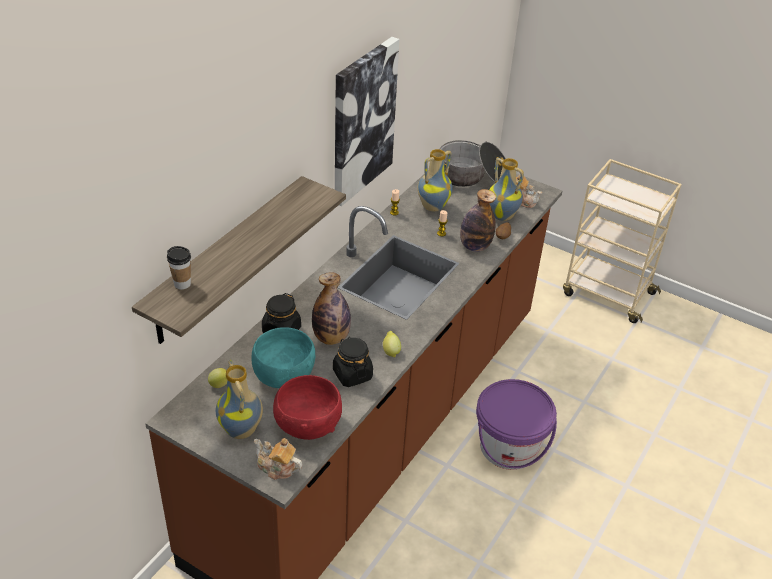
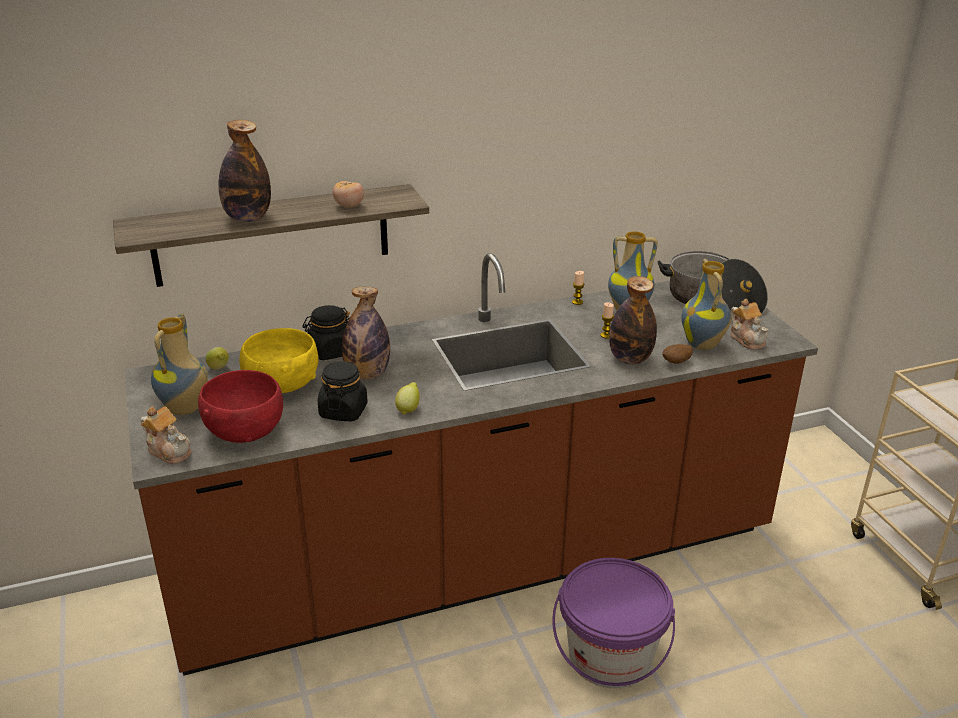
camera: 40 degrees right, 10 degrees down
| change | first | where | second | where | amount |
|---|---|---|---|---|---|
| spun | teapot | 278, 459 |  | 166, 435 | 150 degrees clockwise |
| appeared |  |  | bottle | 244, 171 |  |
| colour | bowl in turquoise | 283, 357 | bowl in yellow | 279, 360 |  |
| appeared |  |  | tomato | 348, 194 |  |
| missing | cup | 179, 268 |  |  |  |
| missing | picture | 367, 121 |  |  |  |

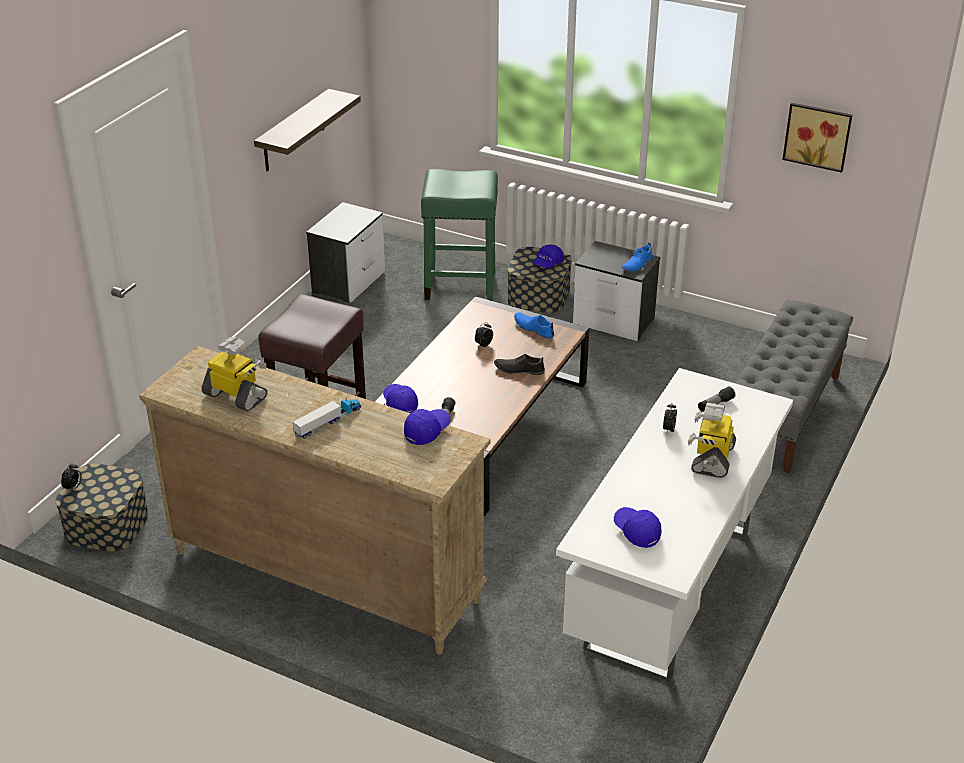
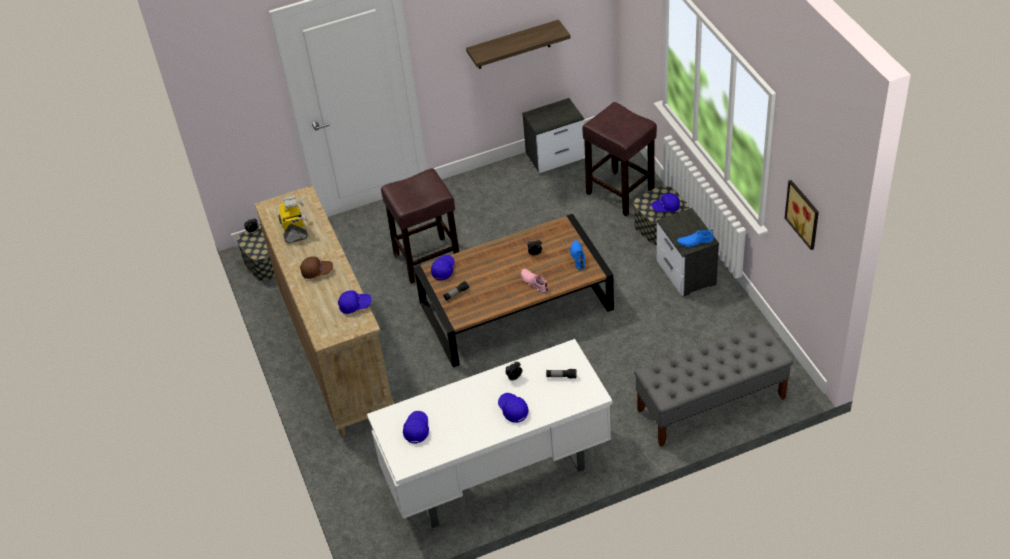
camera: 45 degrees right, 10 degrees up
| change | first | where | second | where | amount |
|---|---|---|---|---|---|
| exchanged | toy truck | 327, 418 | cap in brown | 316, 267 |  |
| exchanged | toy robot | 712, 440 | cap in blue | 513, 408 |  |
| colour | shoe in black | 519, 364 | shoe in pink | 535, 281 |  |
| colour | stool in green | 459, 235 | stool in brown | 619, 159 |  |

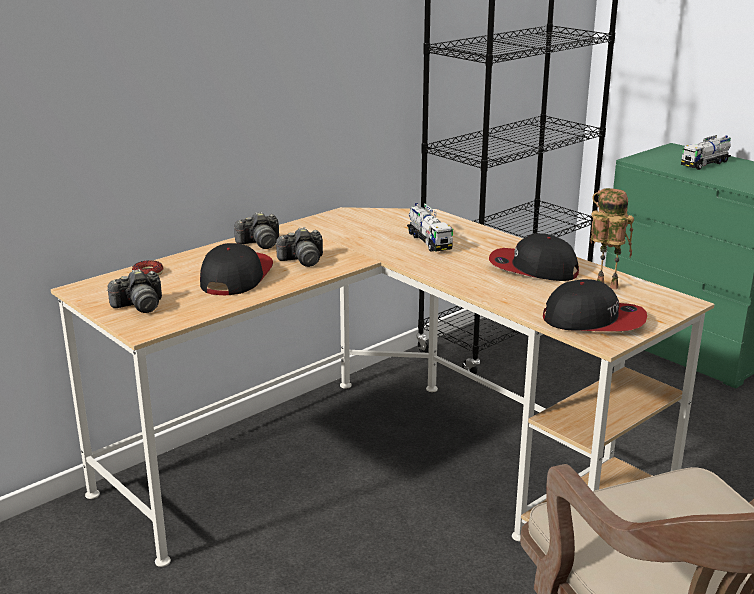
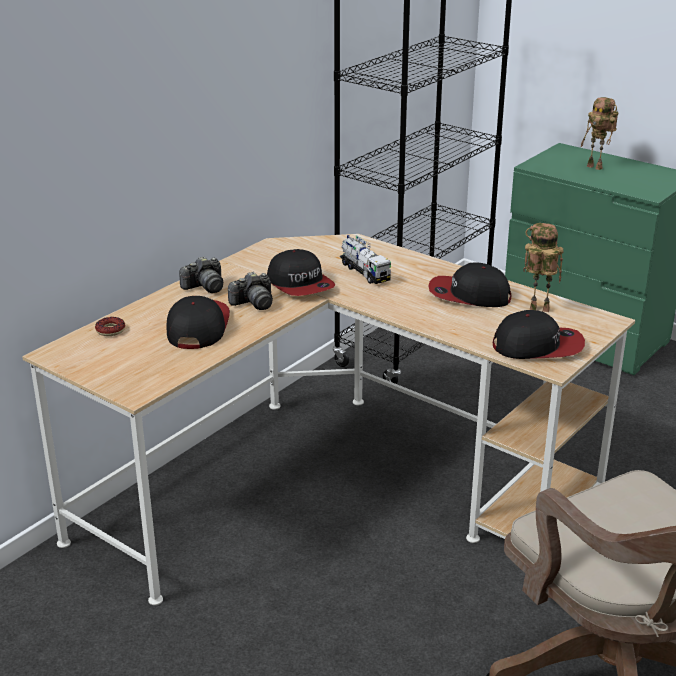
camera: 10 degrees left, 5 degrees up
| change | first | where | second | where | amount |
|---|---|---|---|---|---|
| appeared |  |  | cap | 301, 272 |  |
| exchanged | toy truck | 706, 152 | toy robot | 599, 133 |  |
| missing | photo camera | 134, 291 |  |  |  |

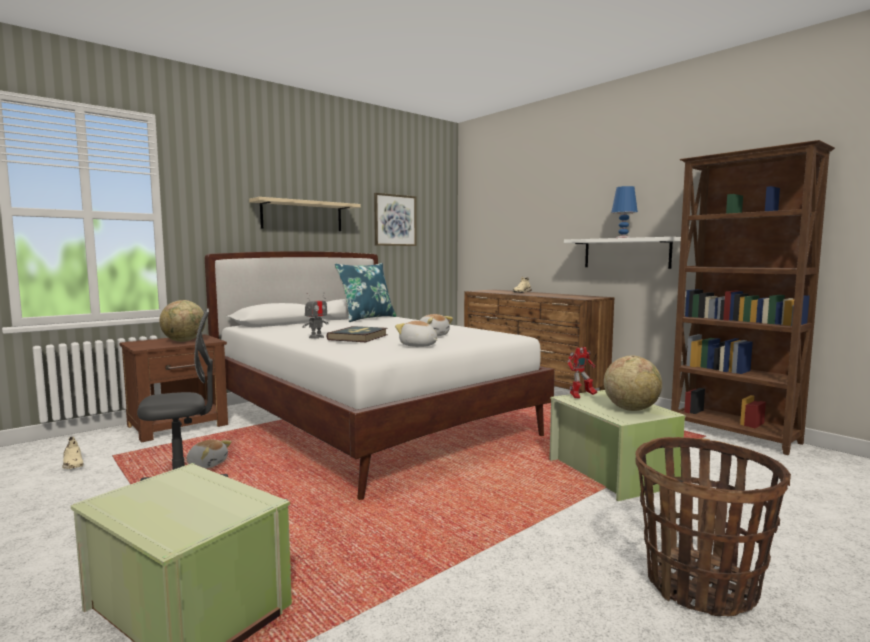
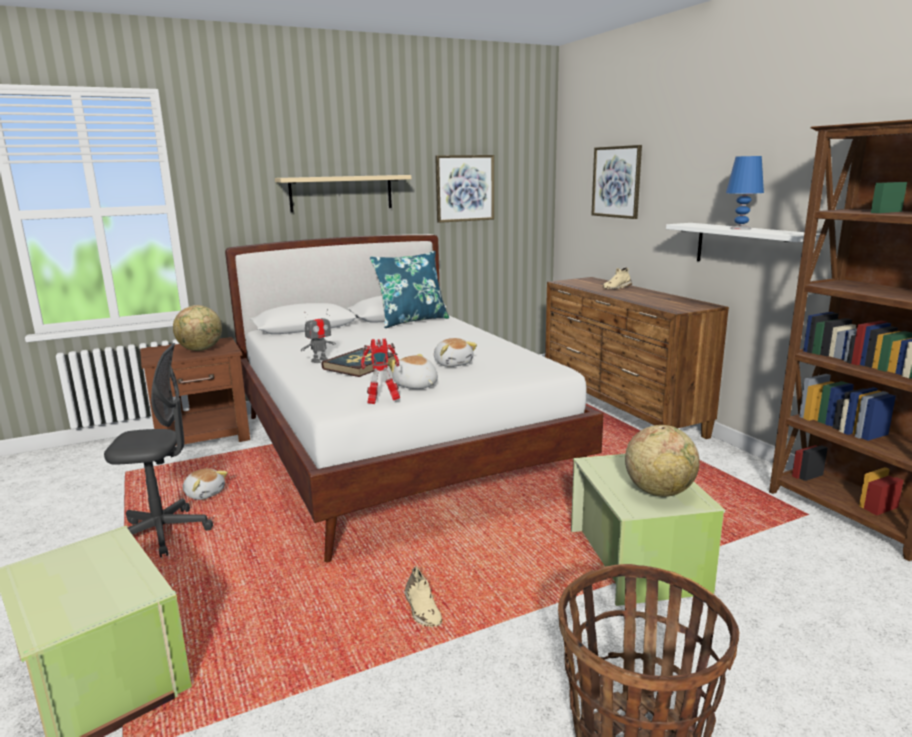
camera: 15 degrees right, 10 degrees up
| change | first | where | second | where | amount |
|---|---|---|---|---|---|
| relocated | toy robot | 582, 373 |  | 380, 371 |  |
| relocated | shoe in beige | 73, 452 |  | 423, 596 |  |
| appeared |  |  | picture | 616, 182 |  |

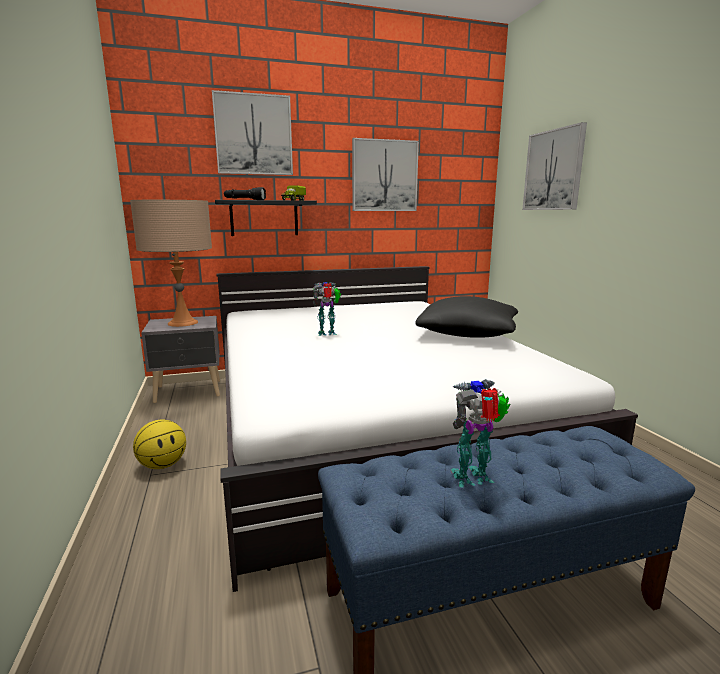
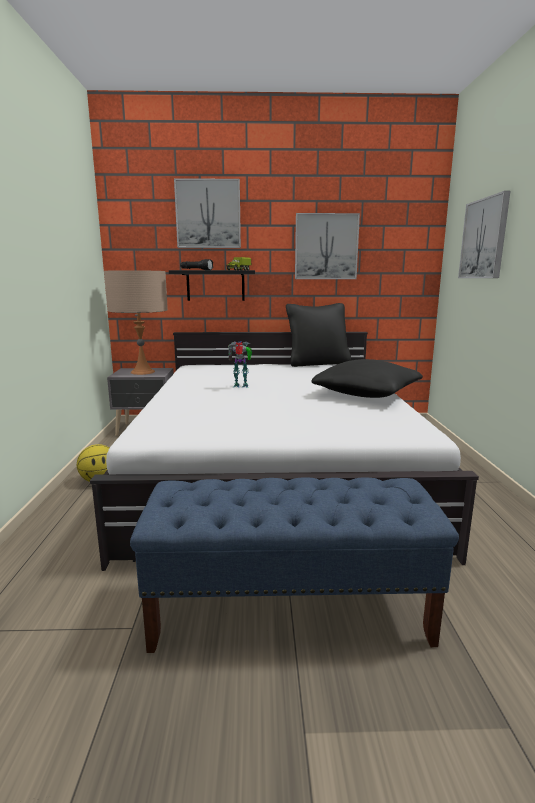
camera: 15 degrees right, 0 degrees up
| change | first | where | second | where | amount |
|---|---|---|---|---|---|
| appeared |  |  | pillow in black | 318, 335 |  |
| missing | toy robot | 480, 433 |  |  |  |

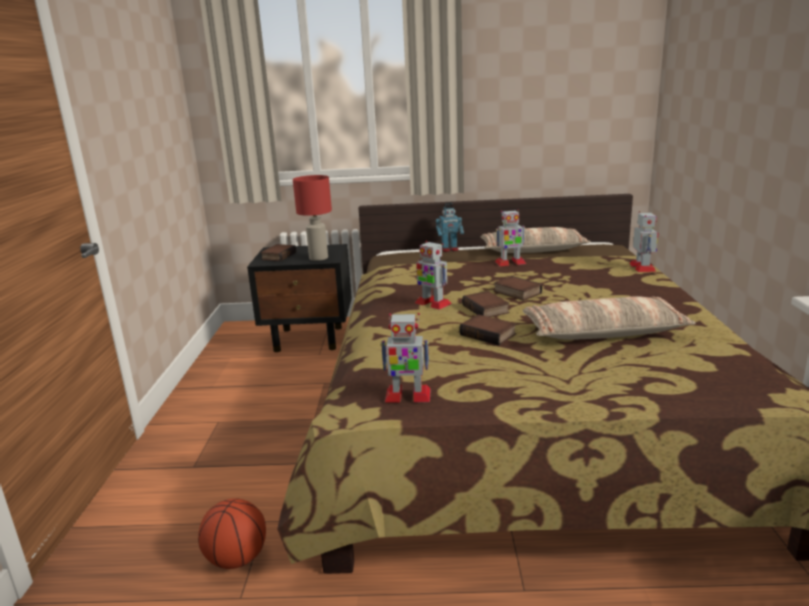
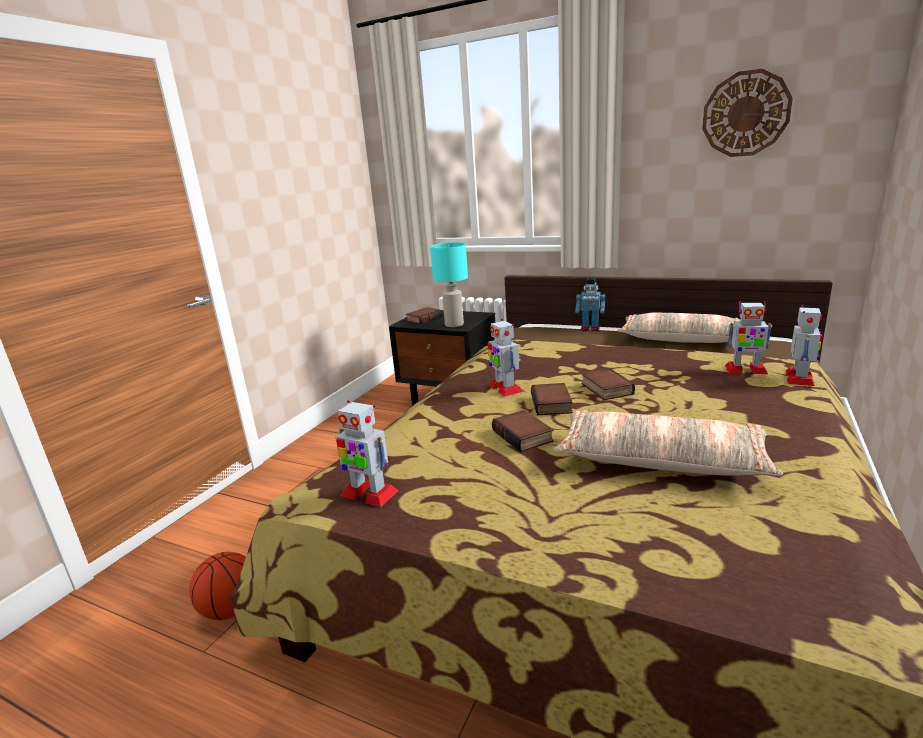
camera: 25 degrees right, 0 degrees up
| change | first | where | second | where | amount |
|---|---|---|---|---|---|
| colour | table lamp in red | 312, 218 | table lamp in turquoise | 449, 284 |  |
| appeared |  |  | wall clock | 747, 113 |  |
| relocated | toy robot | 510, 237 |  | 748, 337 |  |

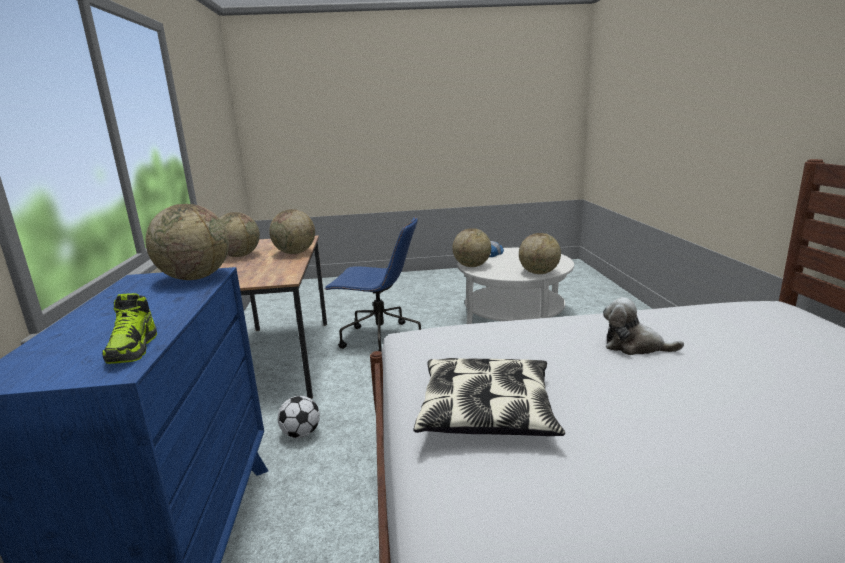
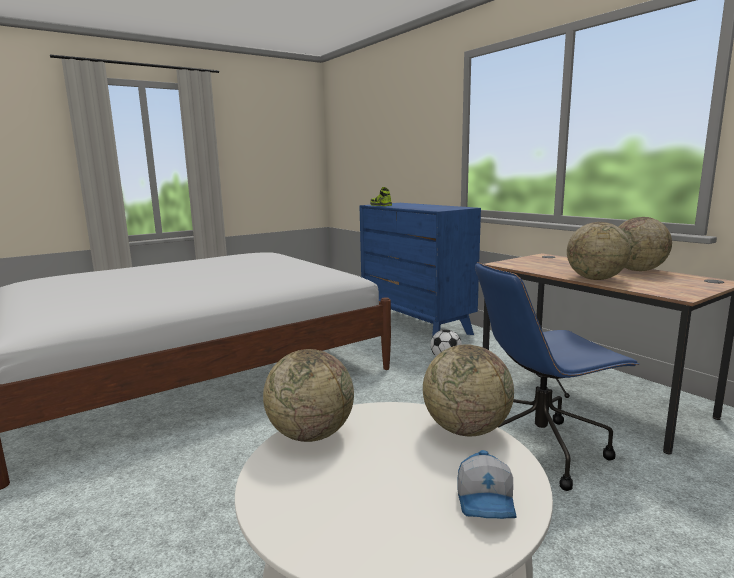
camera: 150 degrees right, 5 degrees down
| change | first | where | second | where | amount |
|---|---|---|---|---|---|
| missing | globe | 187, 242 |  |  |  |
| missing | pillow | 489, 397 |  |  |  |
| missing | plush toy | 643, 326 |  |  |  |

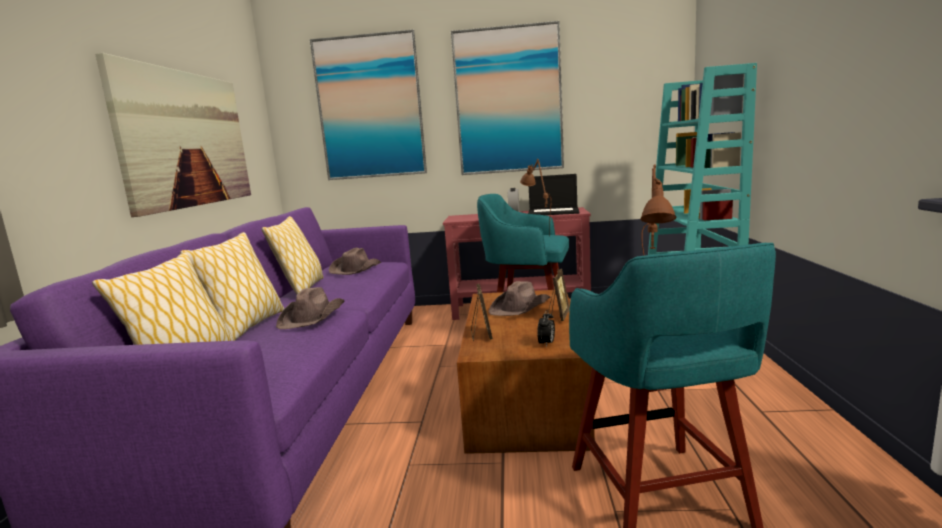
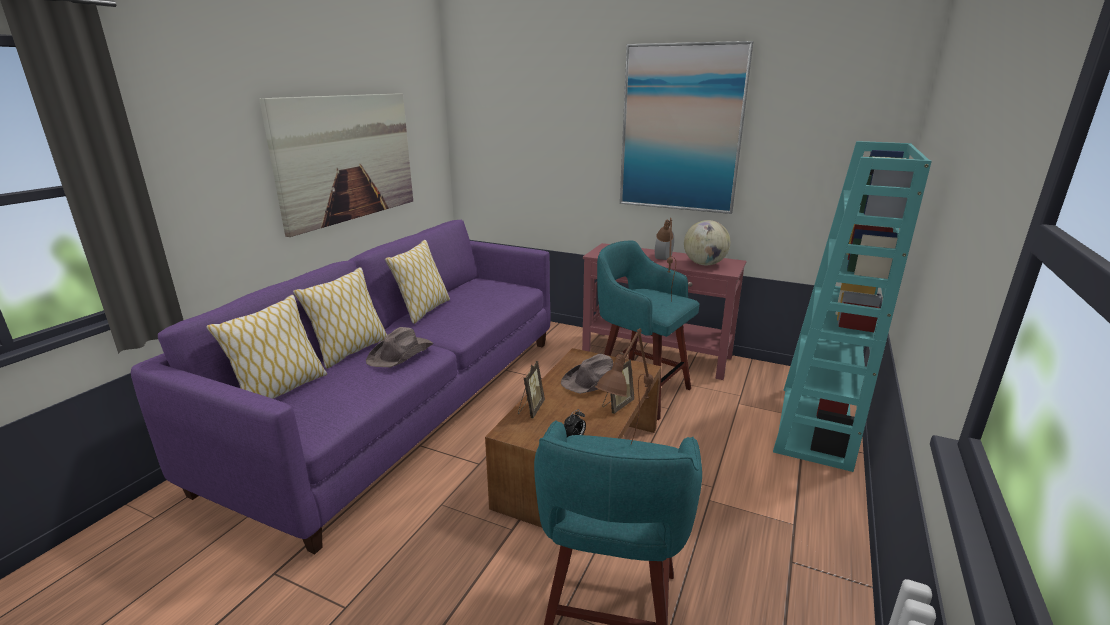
camera: 20 degrees right, 10 degrees up
| change | first | where | second | where | amount |
|---|---|---|---|---|---|
| exchanged | laptop | 553, 194 | globe | 707, 242 |  |
| missing | picture | 368, 105 |  |  |  |
| missing | hat in brown | 355, 261 |  |  |  |

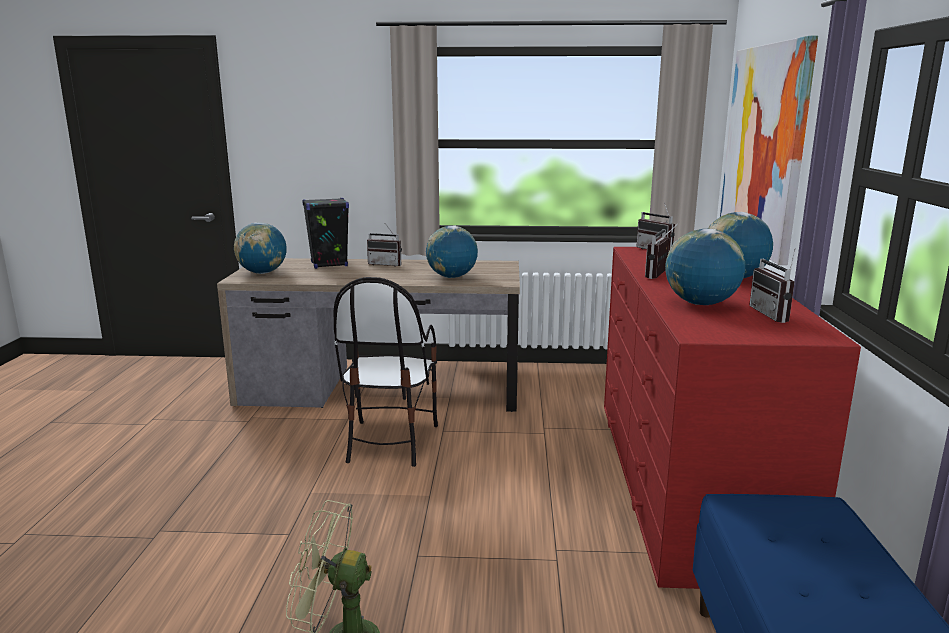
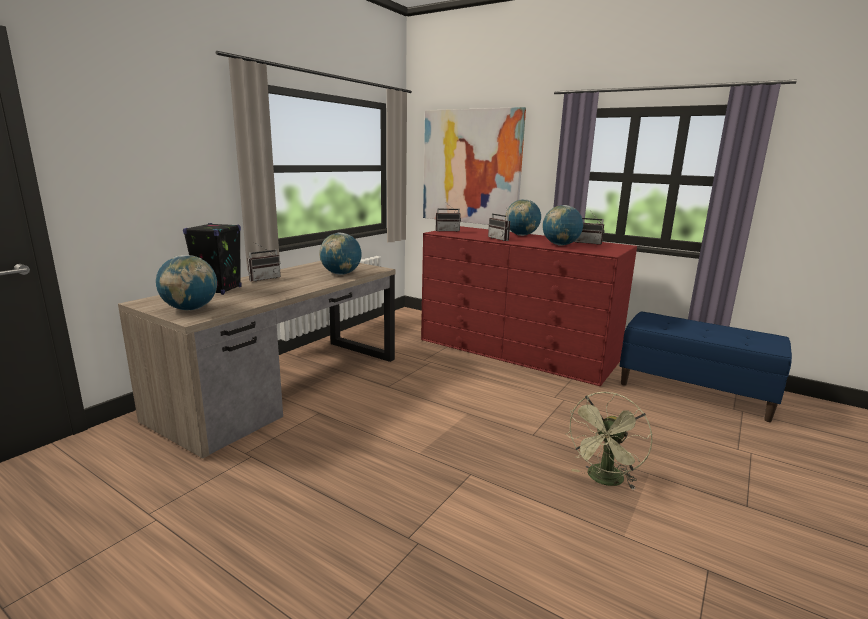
camera: 60 degrees left, 0 degrees up
| change | first | where | second | where | amount |
|---|---|---|---|---|---|
| missing | chair | 386, 372 |  |  |  |

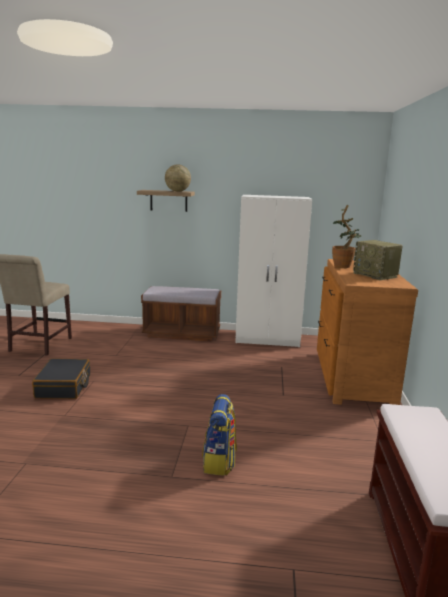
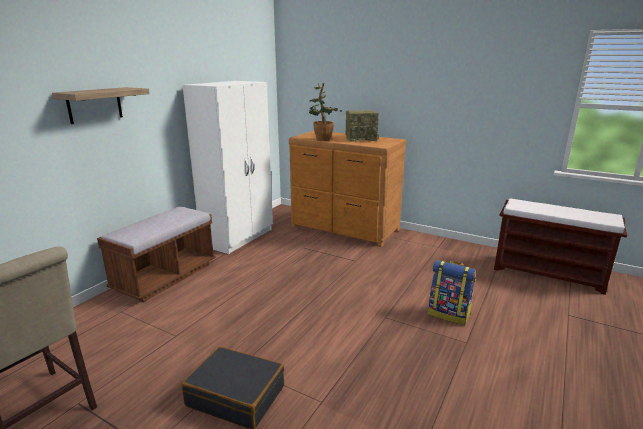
camera: 65 degrees left, 5 degrees up
| change | first | where | second | where | amount |
|---|---|---|---|---|---|
| missing | globe | 178, 178 |  |  |  |

